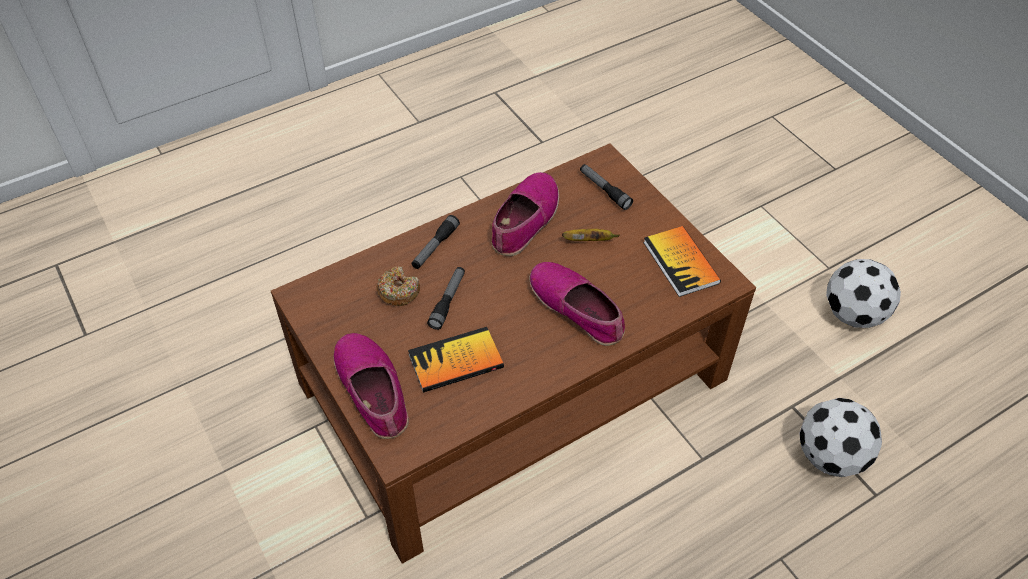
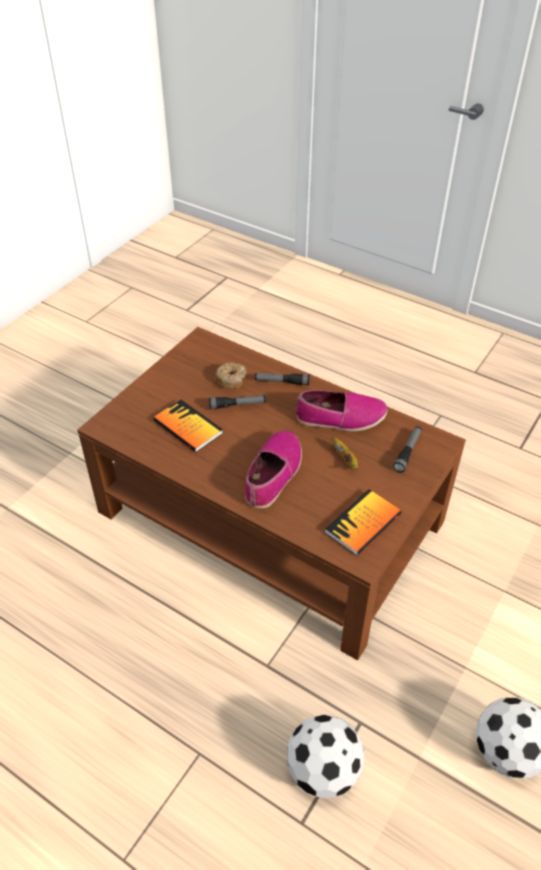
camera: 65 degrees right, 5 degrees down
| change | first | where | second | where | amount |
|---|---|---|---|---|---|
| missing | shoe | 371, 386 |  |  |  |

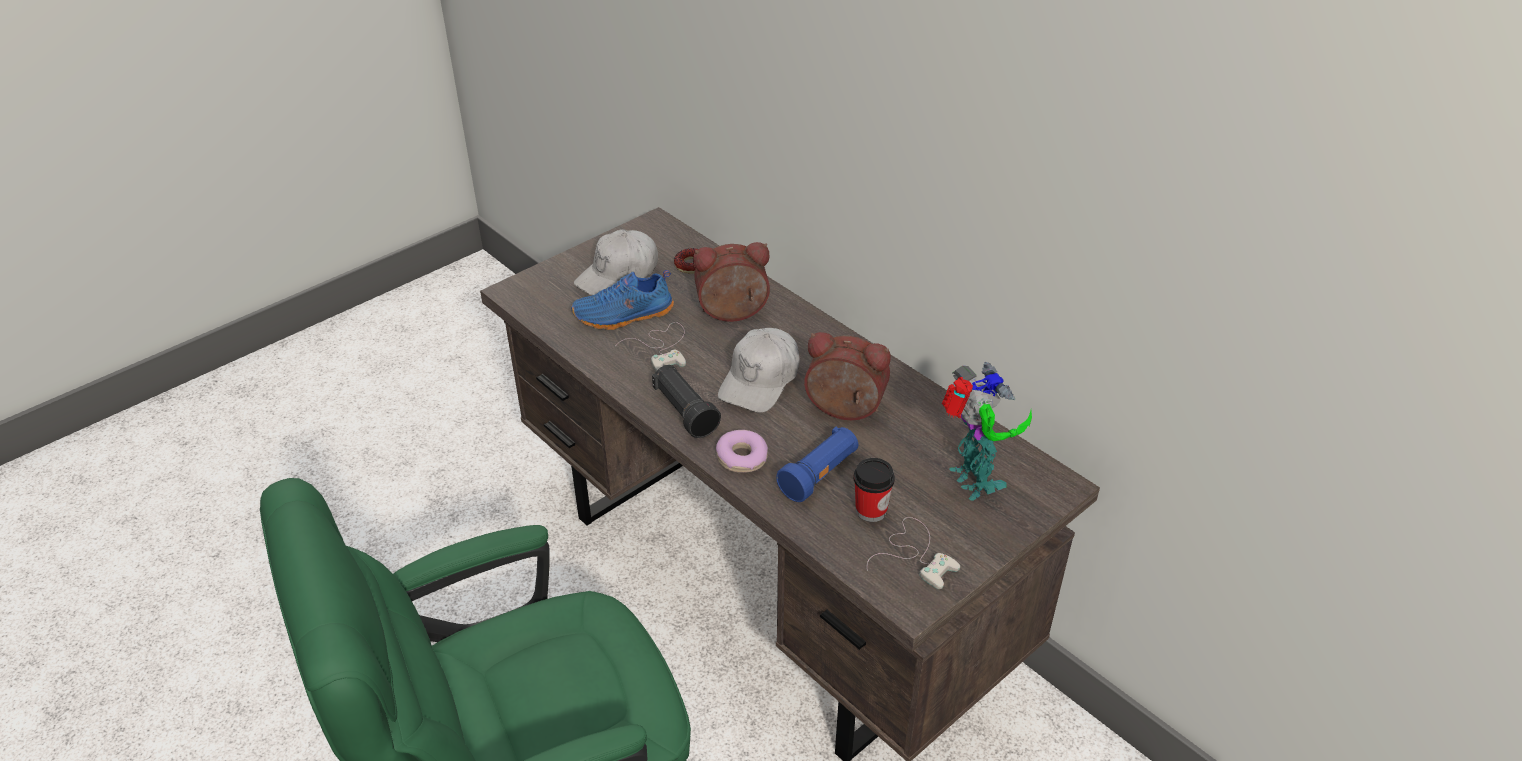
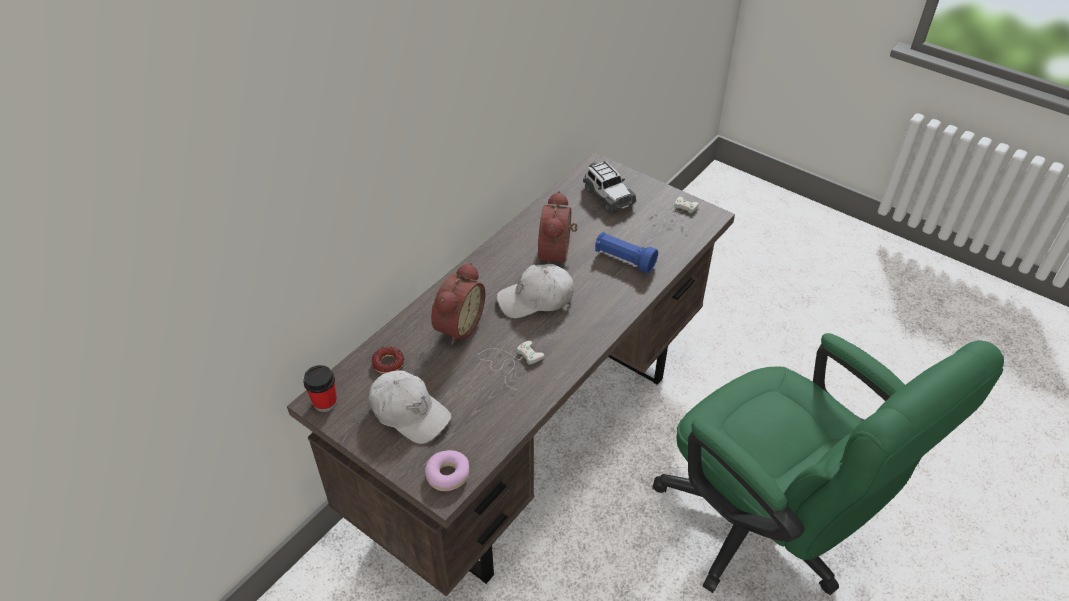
camera: 100 degrees left, 5 degrees up
| change | first | where | second | where | amount |
|---|---|---|---|---|---|
| relocated | cup | 874, 490 |  | 320, 388 |  |
| relocated | donut | 742, 451 |  | 447, 470 |  |
| spun | alarm clock | 731, 282 |  | 458, 303 | 135 degrees counterclockwise |
| spun | cap in white | 759, 370 |  | 535, 291 | 150 degrees clockwise |
| exchanged | toy robot | 987, 431 | toy car | 609, 187 |  |
| missing | shoe in blue | 622, 300 |  |  |  |
| missing | flashlight in black | 686, 401 |  |  |  |

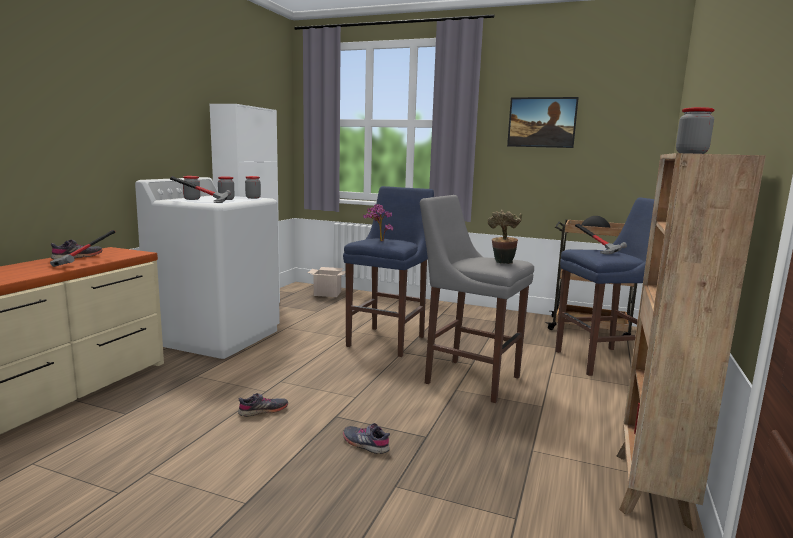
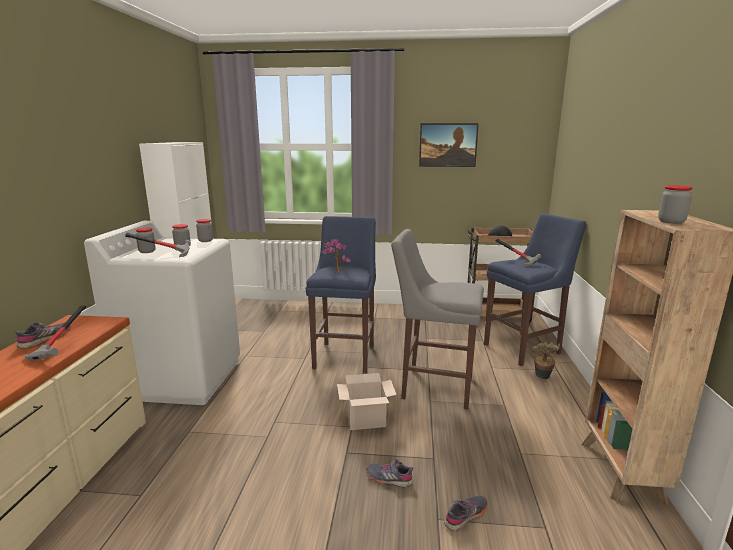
camera: 15 degrees left, 5 degrees up
| change | first | where | second | where | amount |
|---|---|---|---|---|---|
| relocated | cardboard box | 327, 282 |  | 366, 401 |  |
| relocated | shoe in grey | 263, 405 |  | 465, 513 |  |
| relocated | potted plant | 505, 237 |  | 546, 360 |  |

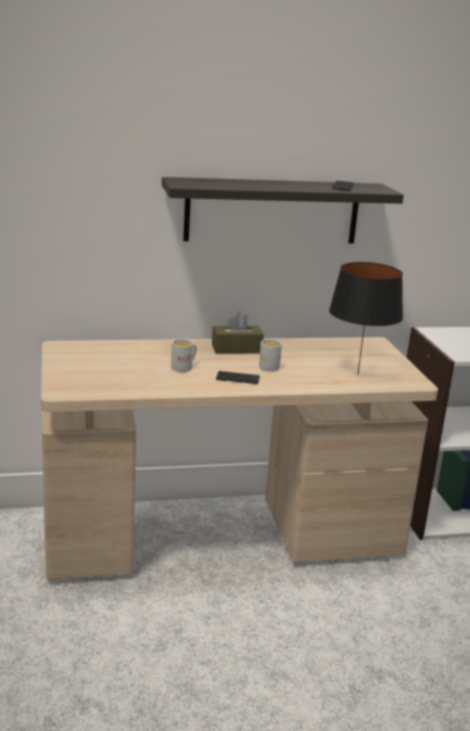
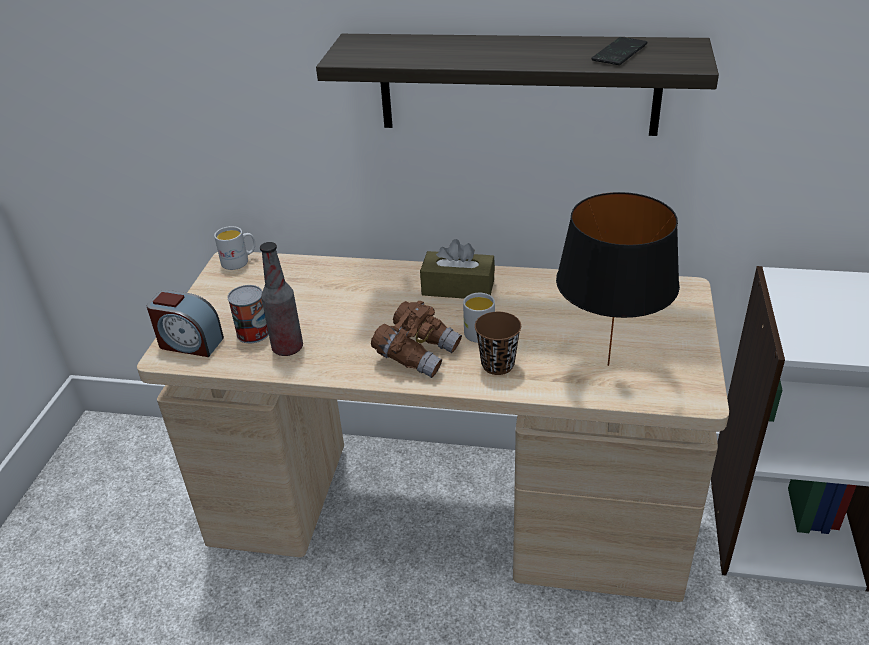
camera: 25 degrees right, 15 degrees up
| change | first | where | second | where | amount |
|---|---|---|---|---|---|
| appeared |  |  | alarm clock | 185, 323 |  |
| relocated | mug in white | 183, 355 |  | 234, 248 |  |
| appeared |  |  | can | 248, 314 |  |
| appeared |  |  | bottle | 281, 299 |  |
| exchanged | phone | 238, 377 | binoculars in brown | 416, 339 |  |
| appeared |  |  | cup in brown | 498, 343 |  |

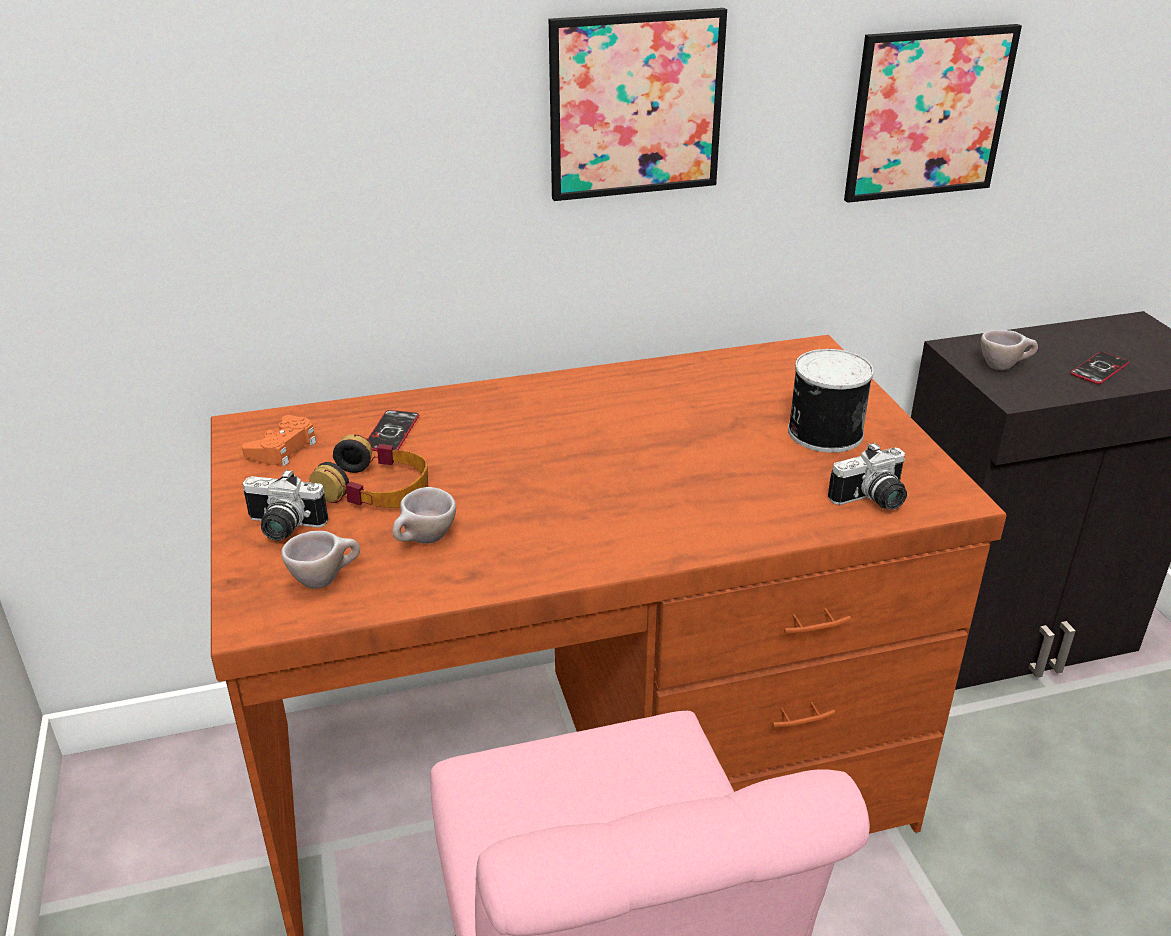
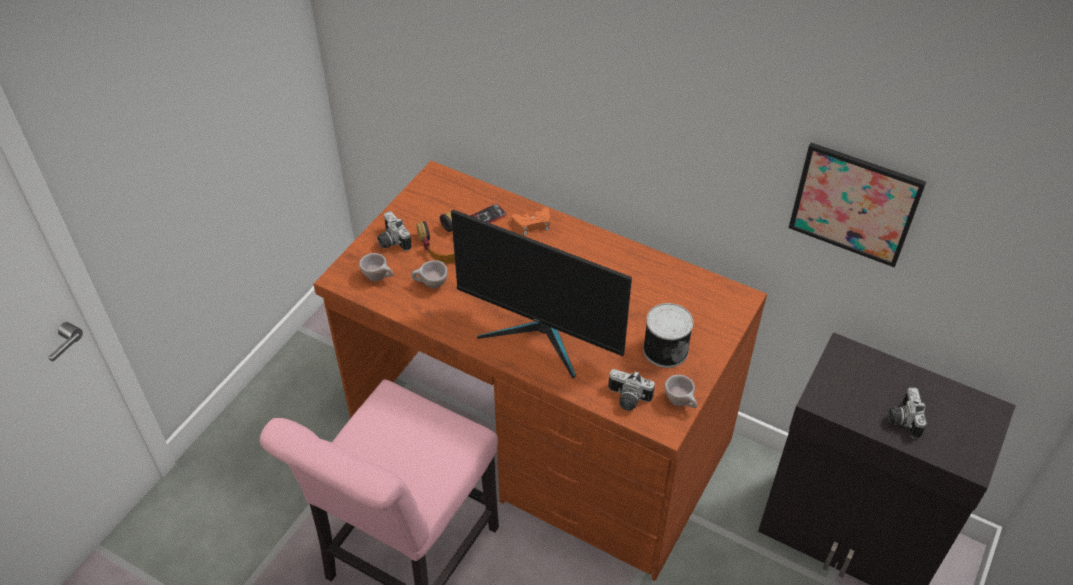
camera: 45 degrees right, 15 degrees up
| change | first | where | second | where | amount |
|---|---|---|---|---|---|
| appeared |  |  | monitor | 541, 294 |  |
| relocated | game controller in orange | 279, 440 |  | 531, 221 |  |
| relocated | cup in beige | 1009, 350 |  | 681, 391 |  |
| exchanged | phone | 1099, 368 | photo camera | 907, 413 |  |
| missing | picture | 638, 104 |  |  |  |

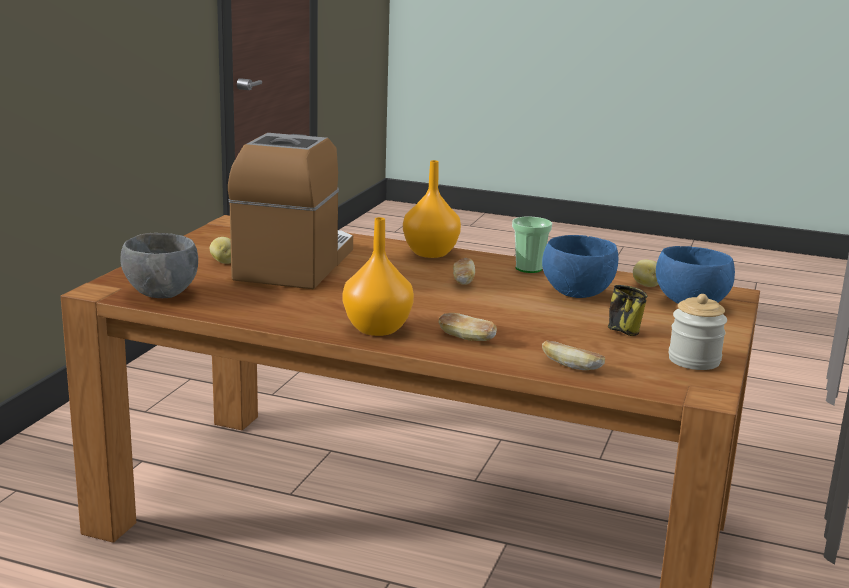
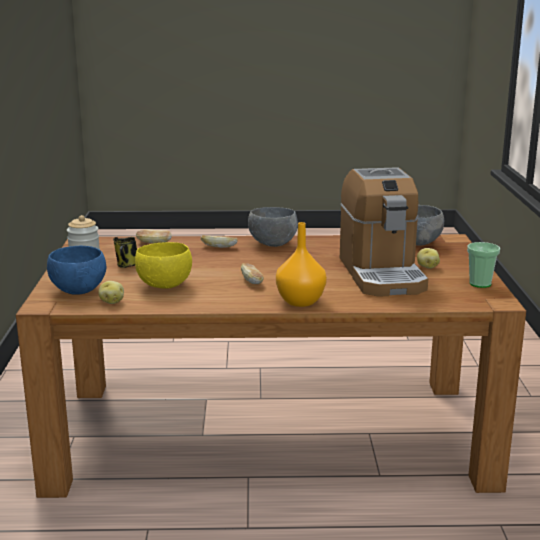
camera: 160 degrees right, 0 degrees up
| change | first | where | second | where | amount |
|---|---|---|---|---|---|
| colour | bowl in blue | 580, 266 | bowl in yellow | 163, 265 |  |
| exchanged | vase in orange | 378, 276 | bowl in grey | 273, 227 |  |
| relocated | cup | 532, 245 |  | 483, 265 |  |

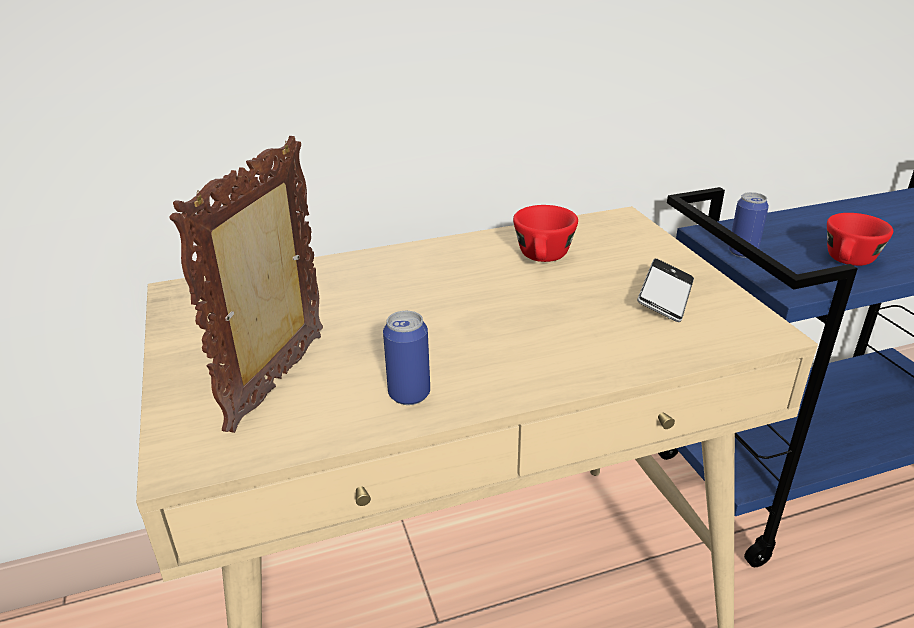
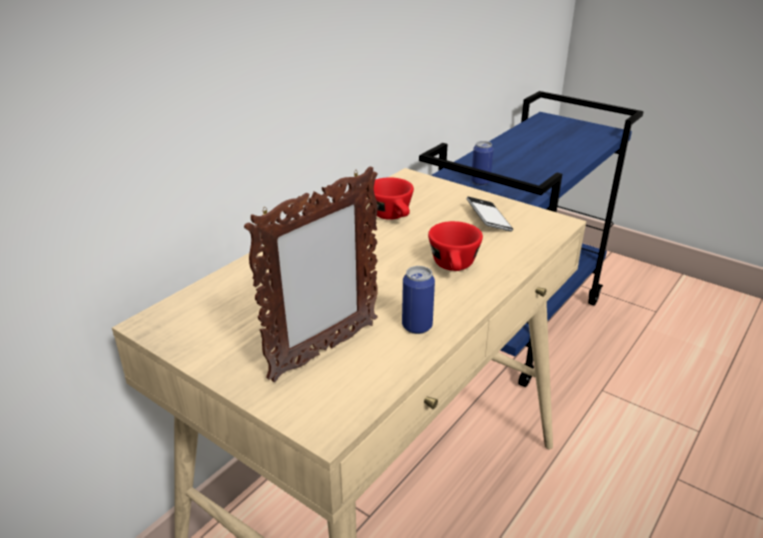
camera: 35 degrees left, 0 degrees up
| change | first | where | second | where | amount |
|---|---|---|---|---|---|
| spun | picture frame | 246, 284 |  | 311, 274 | 120 degrees counterclockwise |
| relocated | cup in red | 860, 239 |  | 455, 246 |  |

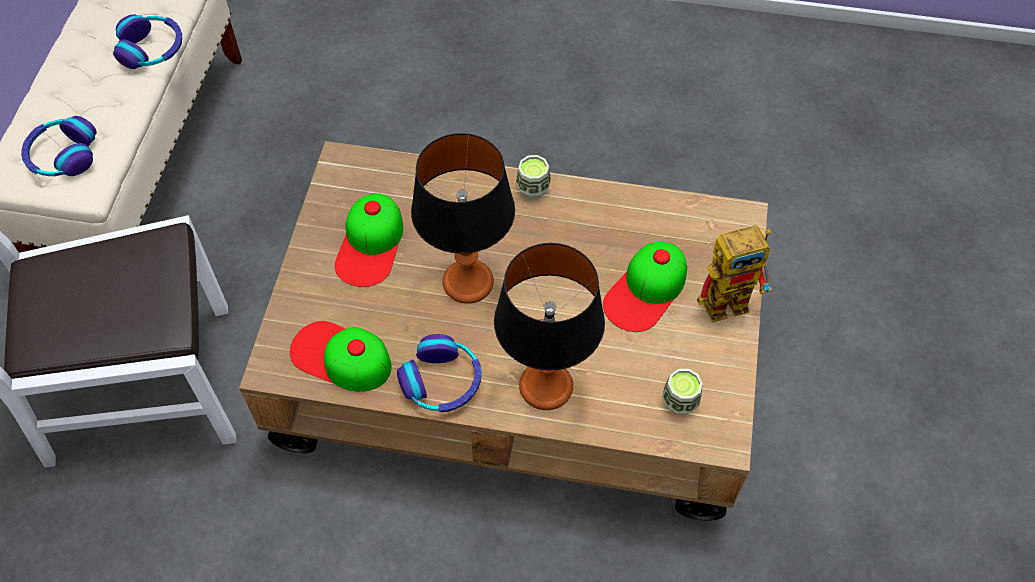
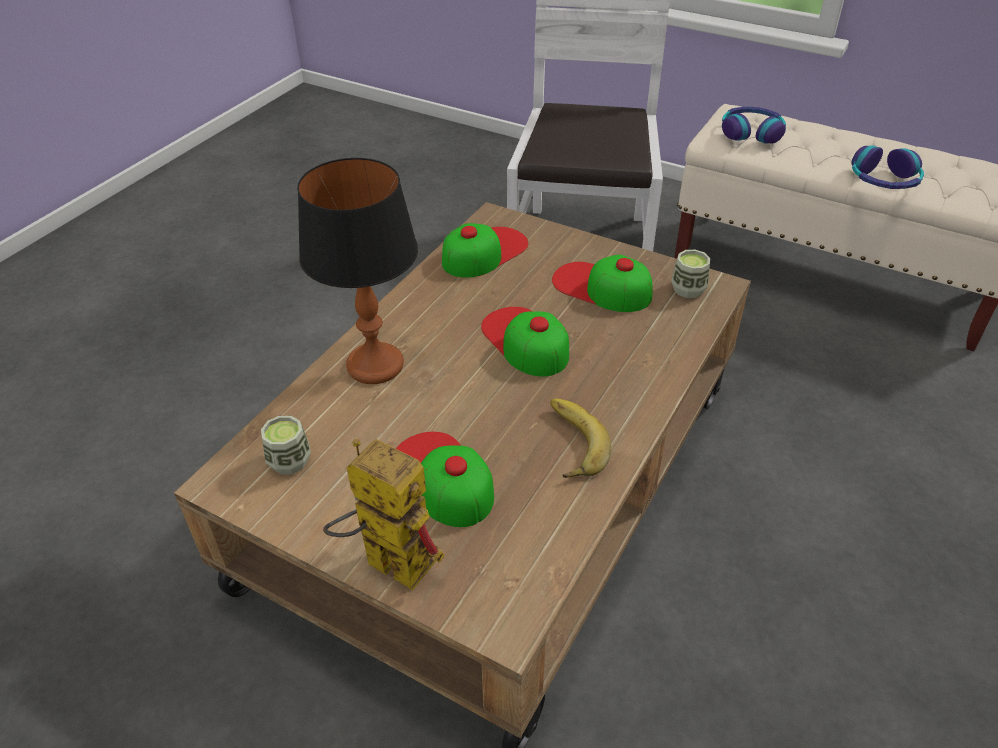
camera: 110 degrees right, 15 degrees down
| change | first | where | second | where | amount |
|---|---|---|---|---|---|
| spun | toy robot | 734, 273 |  | 384, 515 | 120 degrees clockwise |
| exchanged | table lamp | 463, 218 | cap | 525, 342 |  |
| appeared |  |  | banana | 580, 438 |  |
| relocated | cup | 533, 177 |  | 690, 274 |  |
| missing | headphones | 439, 373 |  |  |  |

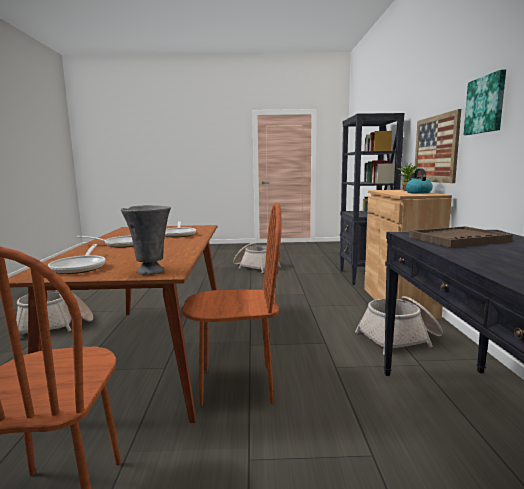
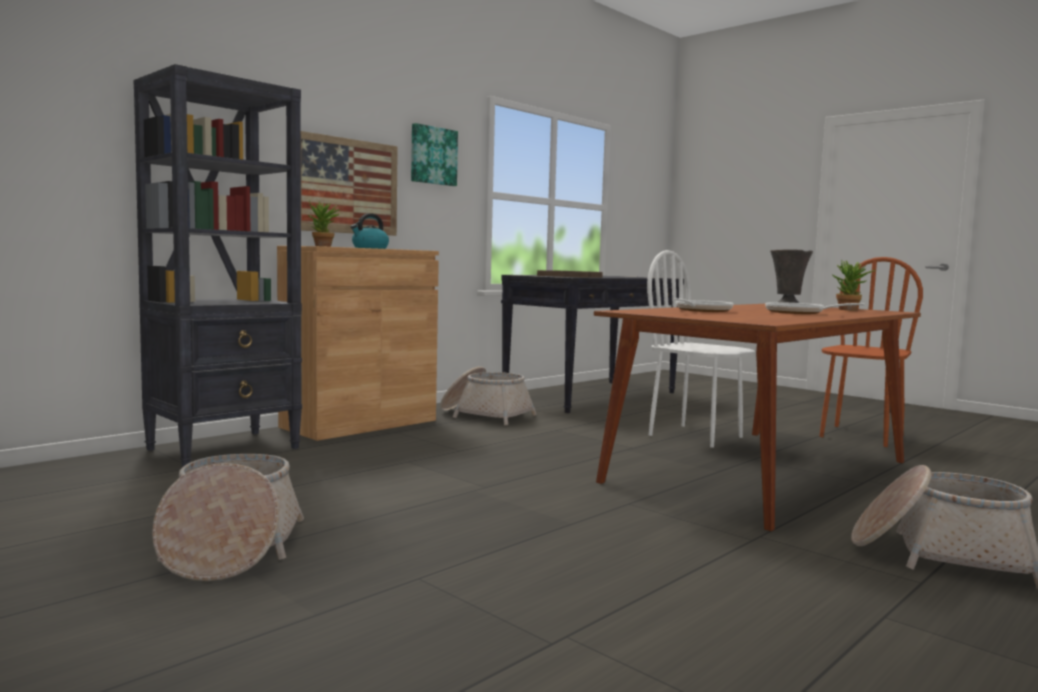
camera: 135 degrees left, 5 degrees down
| change | first | where | second | where | amount |
|---|---|---|---|---|---|
| colour | chair in brown | 231, 304 | chair in white | 701, 349 |  |
| exchanged | frying pan | 77, 259 | potted plant | 854, 286 |  |

